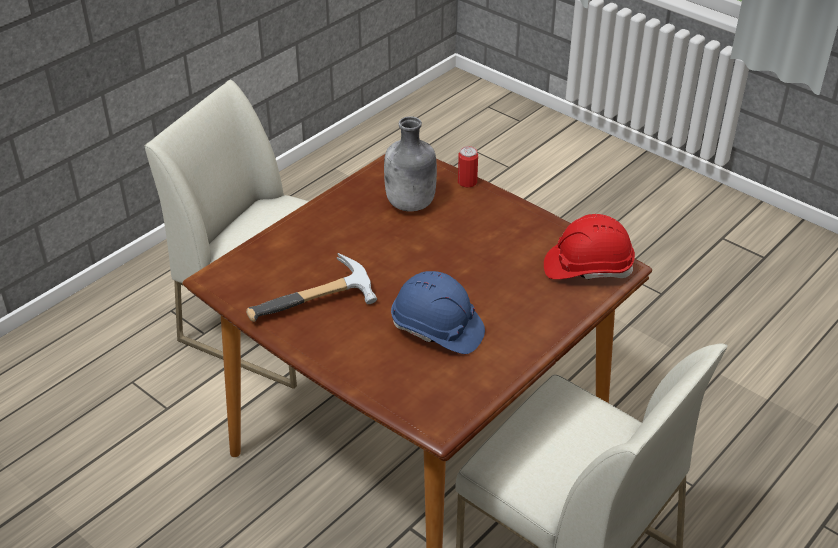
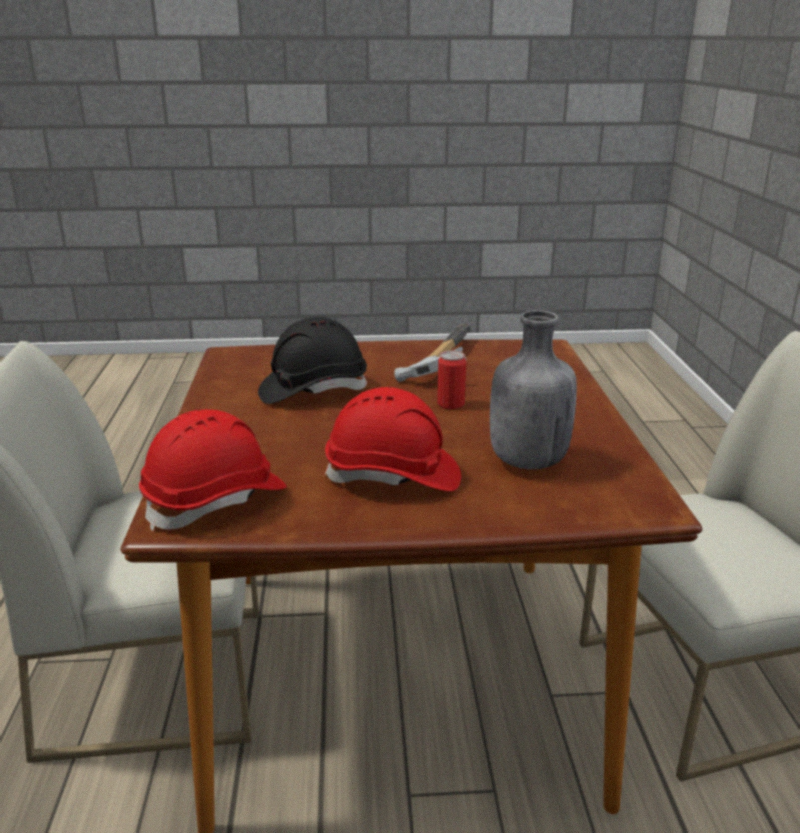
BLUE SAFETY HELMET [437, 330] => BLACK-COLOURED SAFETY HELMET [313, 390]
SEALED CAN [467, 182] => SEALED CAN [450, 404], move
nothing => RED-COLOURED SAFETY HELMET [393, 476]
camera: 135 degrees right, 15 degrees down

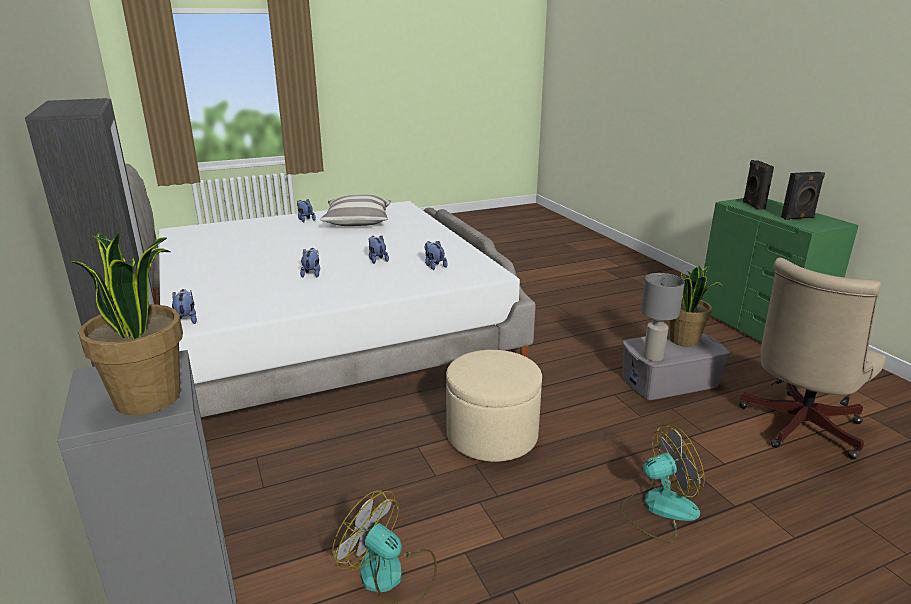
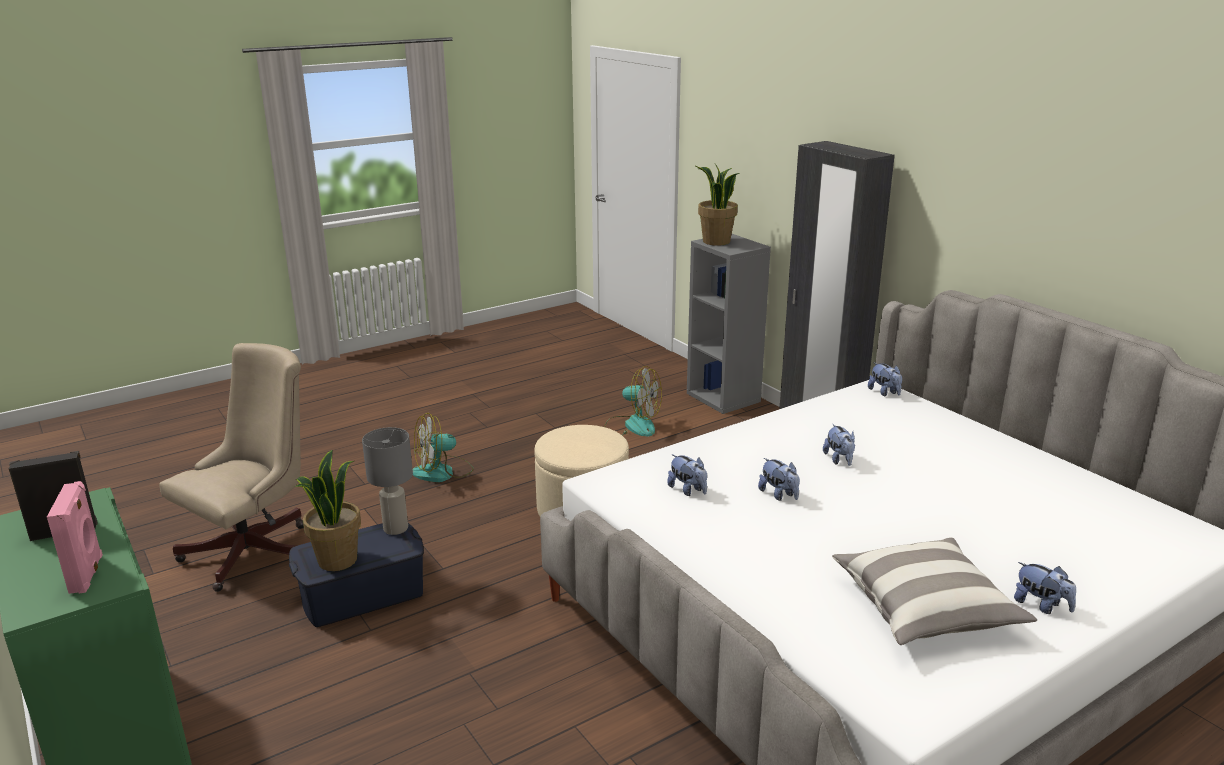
GREYISH STORAGE BIN [670, 382] => BLUE STORAGE BIN [362, 594]
BLACK-COLOURED LOUDSPEAKER [752, 205] => PINKISH LOUDSPEAKER [88, 574]
camera: 170 degrees right, 0 degrees up

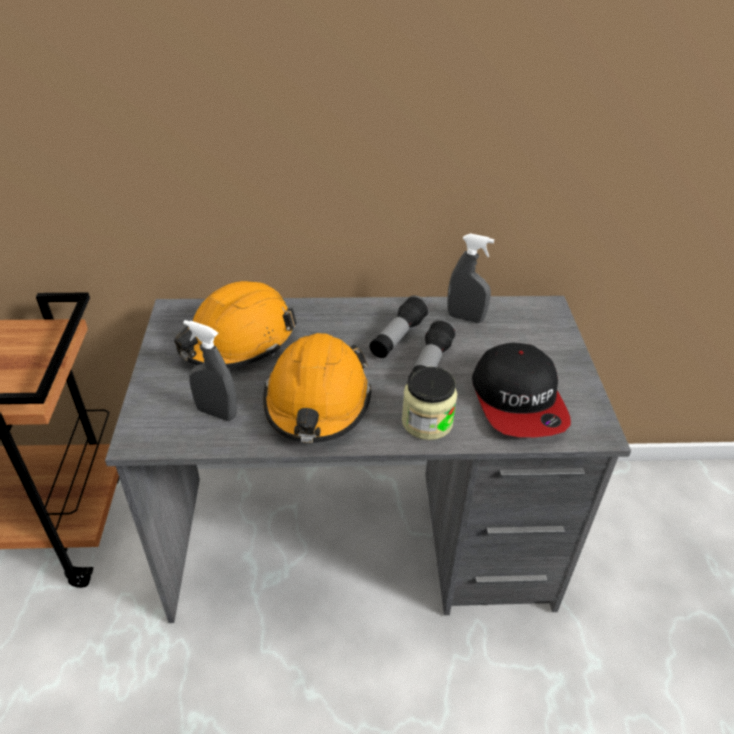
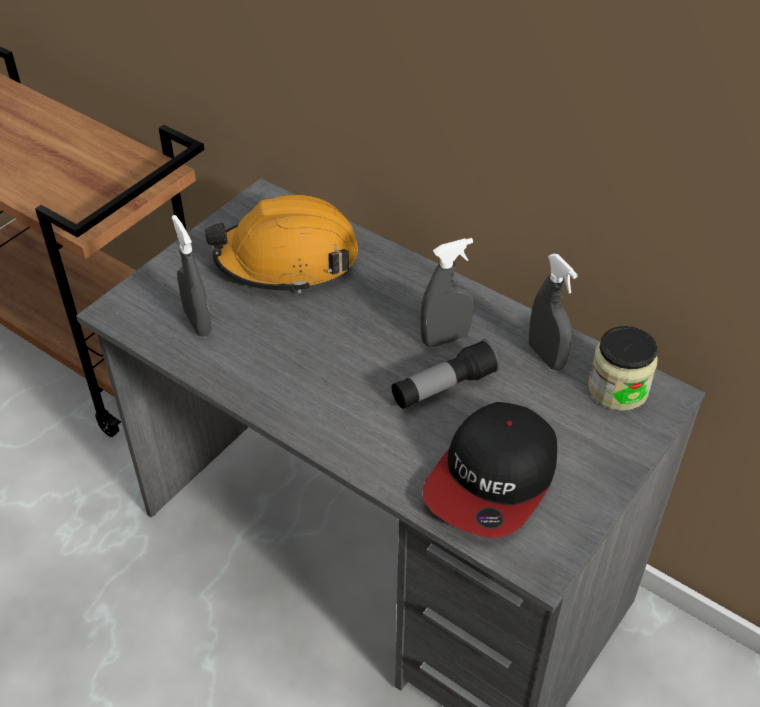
ORANGEY SAFETY HELMET [317, 402] => nothing
FLASHLIGHT [397, 337] => GREYISH SPRAYER [445, 339]
PRESERVE JAR [427, 422] => PRESERVE JAR [618, 389], move
camera: 40 degrees right, 5 degrees up

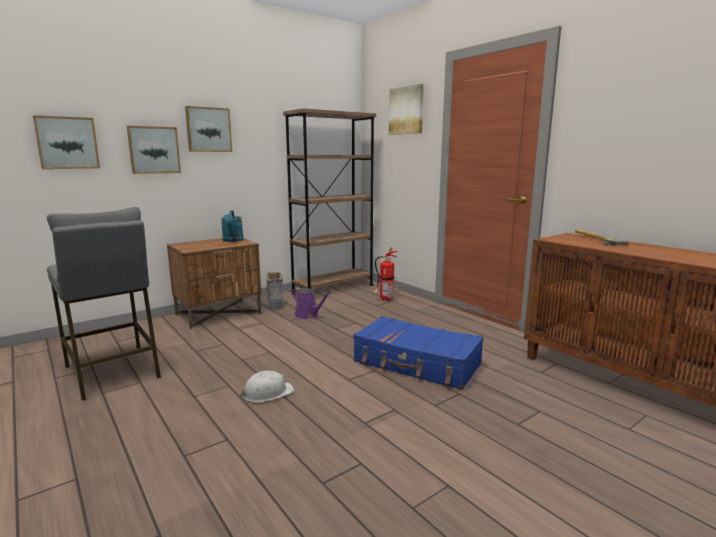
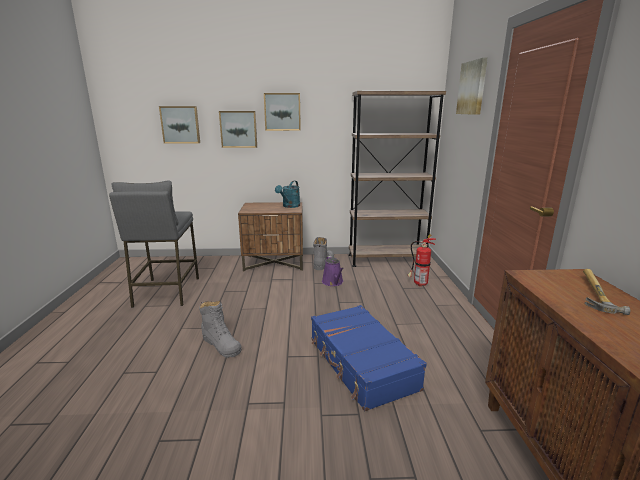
WHITE SAFETY HELMET [267, 393] => GREYISH HIGH-TOP BOOT [221, 344]
camera: 35 degrees right, 5 degrees up

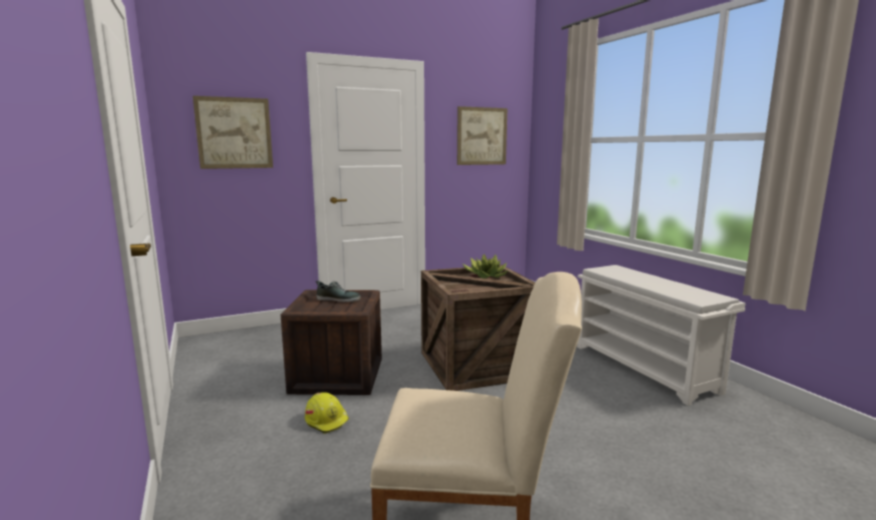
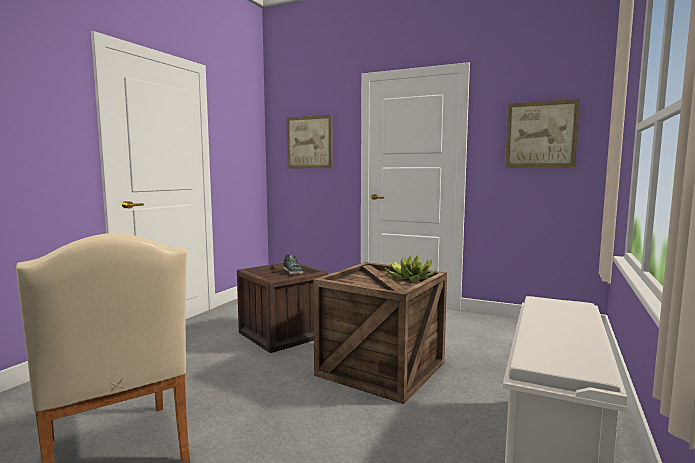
YELLOW SAFETY HELMET [327, 420] => nothing
camera: 50 degrees right, 5 degrees down

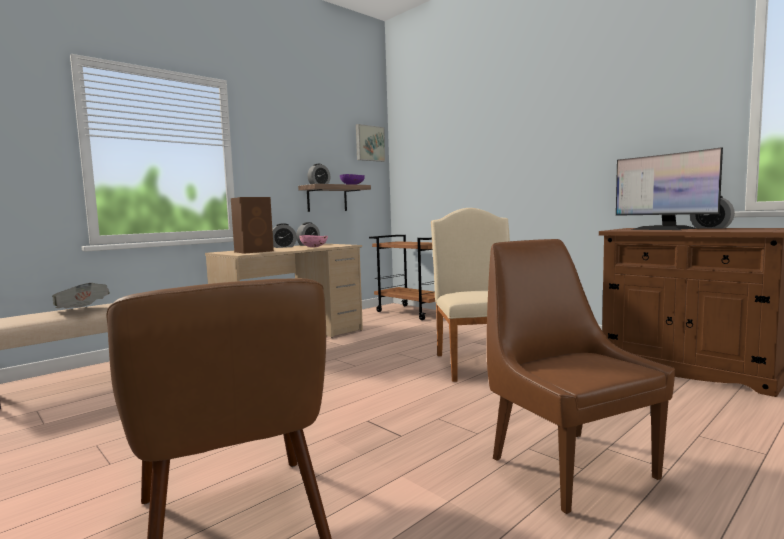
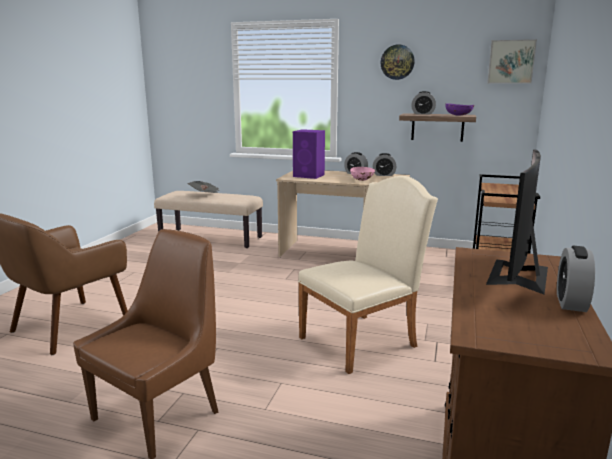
BROWN-COLOURED LOUDSPEAKER [254, 251] => PURPLISH LOUDSPEAKER [309, 176]
nothing => CLOCK ON THE WALL [397, 62]
camera: 60 degrees right, 10 degrees up

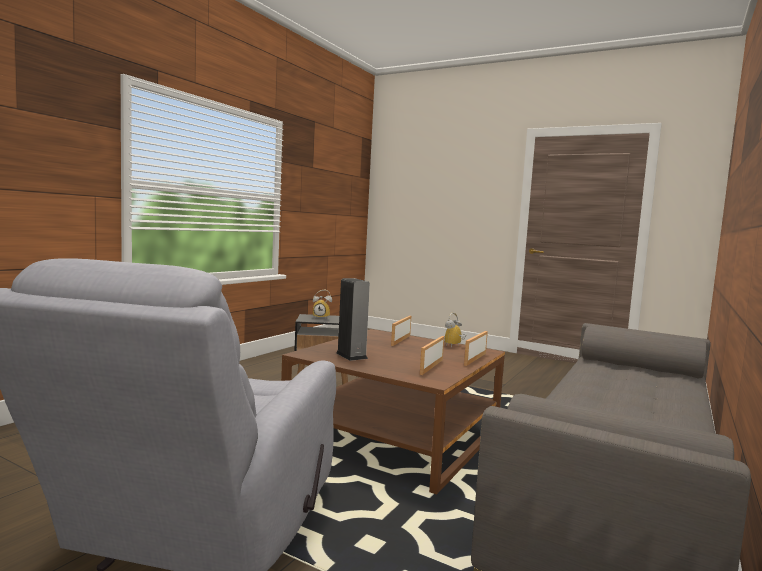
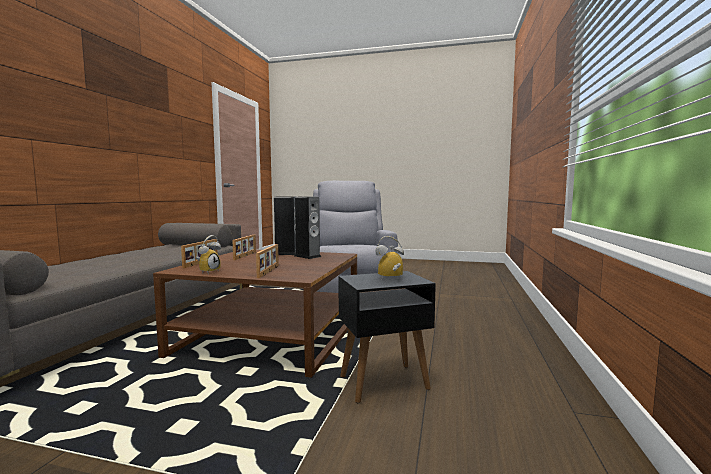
nothing => LOUDSPEAKER [286, 253]
camera: 165 degrees right, 0 degrees up

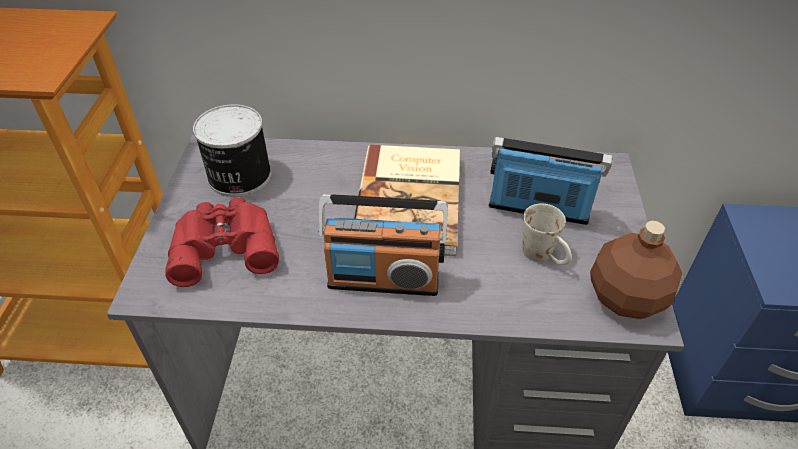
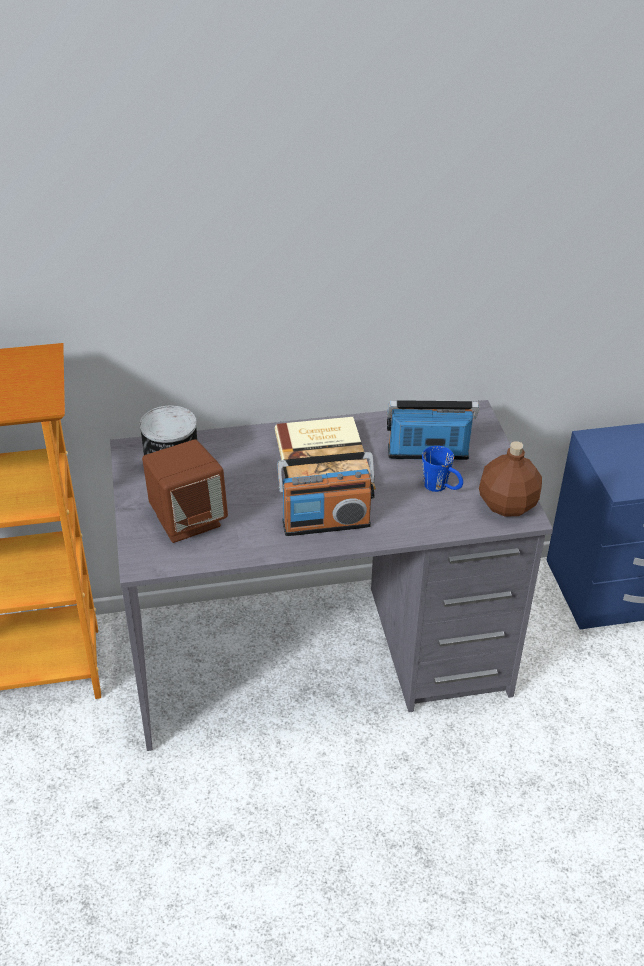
RED-COLOURED PAIR OF BINOCULARS [224, 244] => BROWN-COLOURED LOUDSPEAKER [188, 520]
WHITE MUG [544, 257] => BLUE MUG [441, 487]
camera: 15 degrees left, 5 degrees down

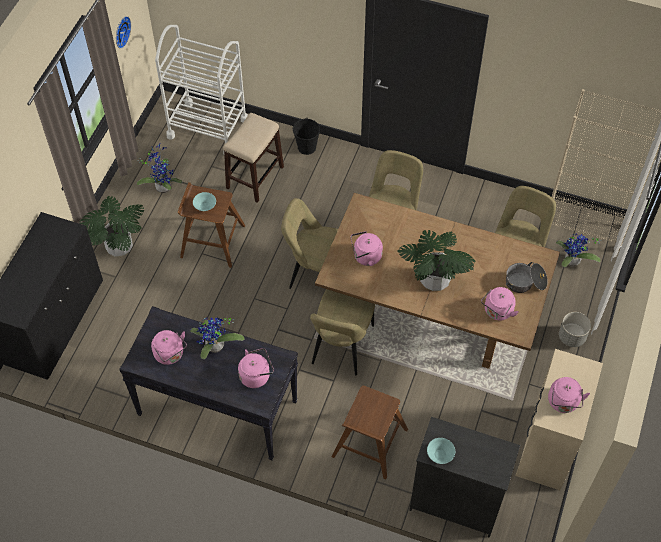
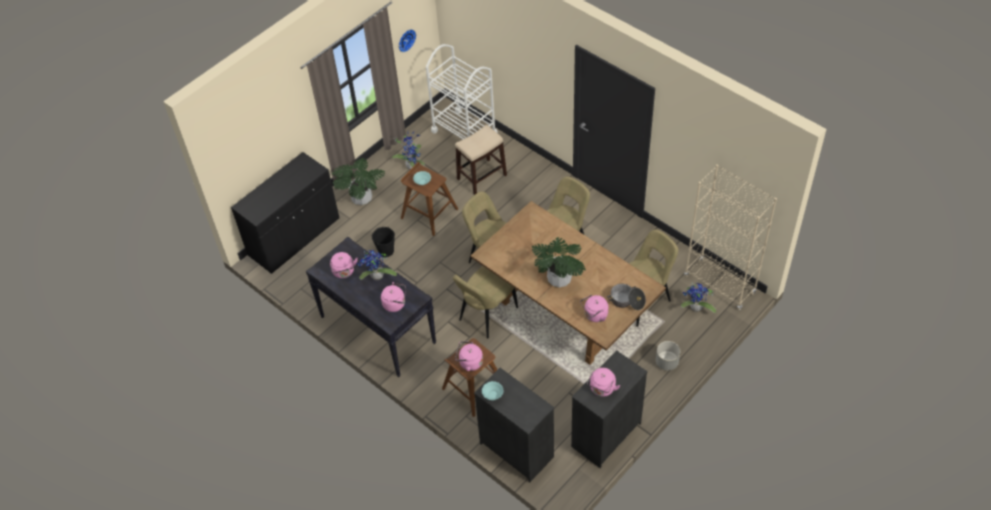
BLACK-COLOURED BUCKET [307, 147] => BLACK-COLOURED BUCKET [386, 251], move
PINKISH TEA KETTLE [365, 257] => PINKISH TEA KETTLE [469, 362], move
BEIGE CHEST OF DRAWERS [546, 447] => BLACK-COLOURED CHEST OF DRAWERS [605, 434]
camera: 25 degrees right, 5 degrees down

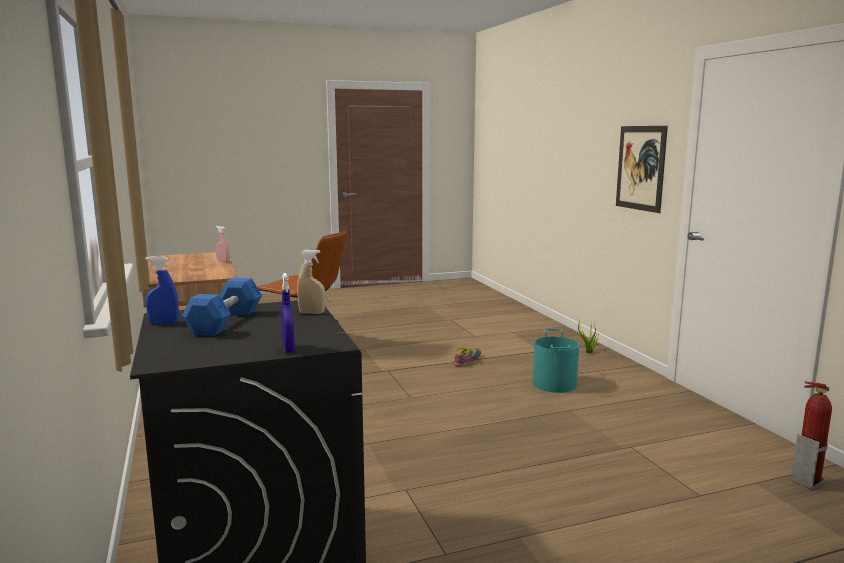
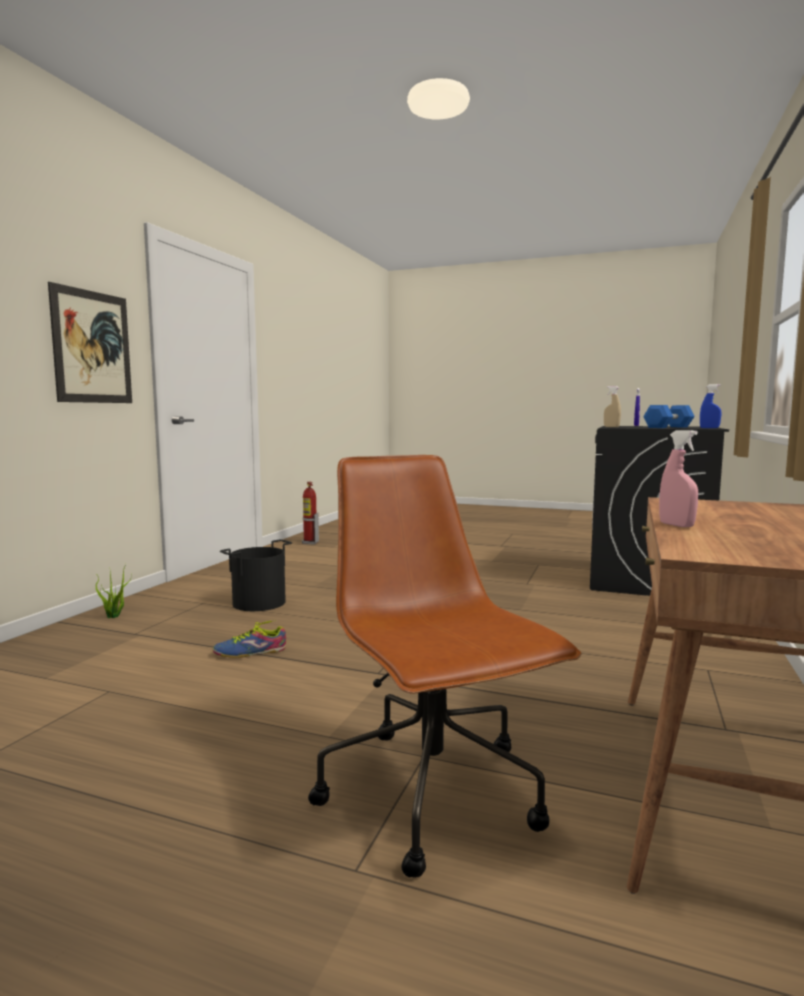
TURQUOISE-COLOURED BUCKET [555, 384] => BLACK-COLOURED BUCKET [258, 602]
camera: 140 degrees left, 5 degrees down

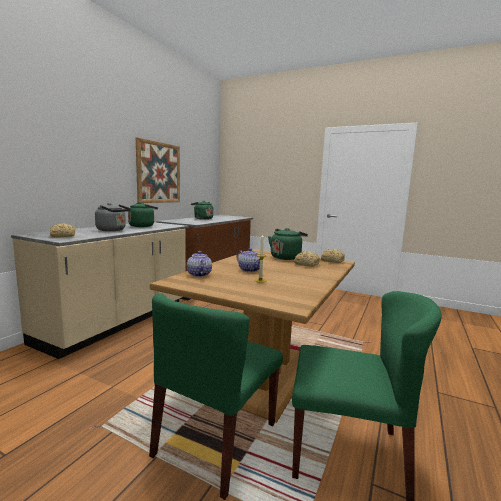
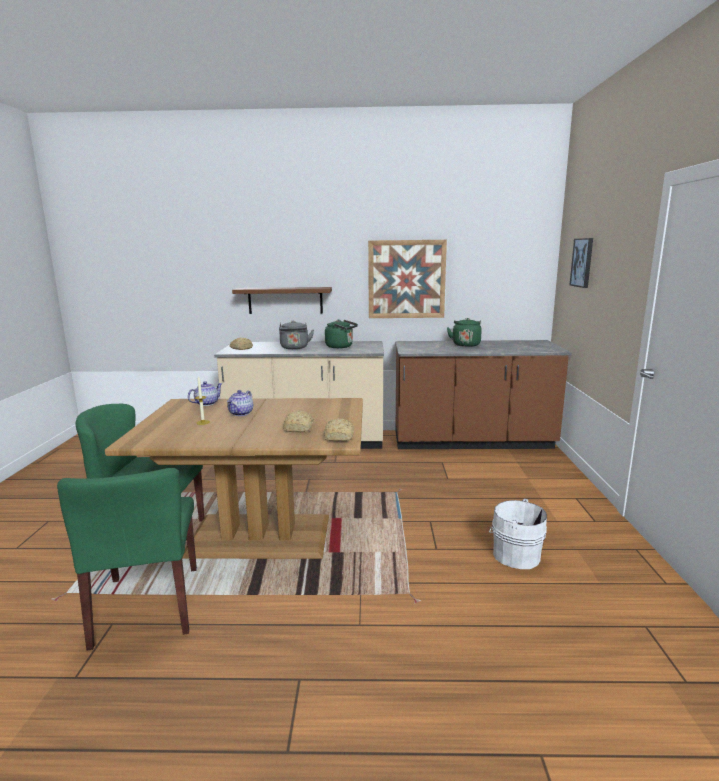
GREENISH TEA KETTLE [286, 257] => nothing
nothing => BROWN-COLOURED SHELF [285, 300]
nothing => WHITE BUCKET [514, 554]
nothing => WALL PICTURE [582, 262]
camera: 65 degrees right, 5 degrees up

